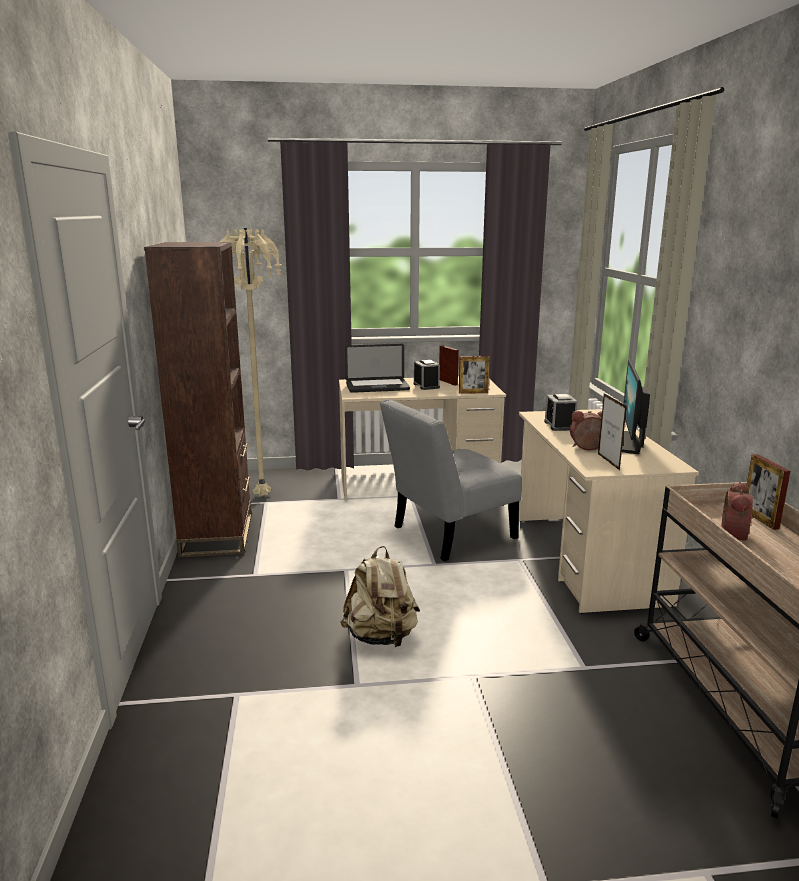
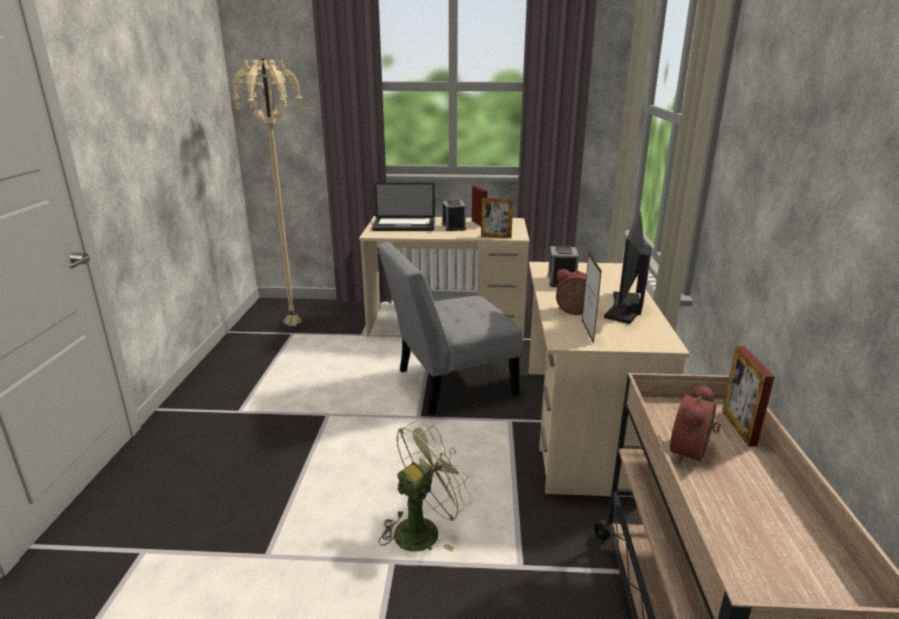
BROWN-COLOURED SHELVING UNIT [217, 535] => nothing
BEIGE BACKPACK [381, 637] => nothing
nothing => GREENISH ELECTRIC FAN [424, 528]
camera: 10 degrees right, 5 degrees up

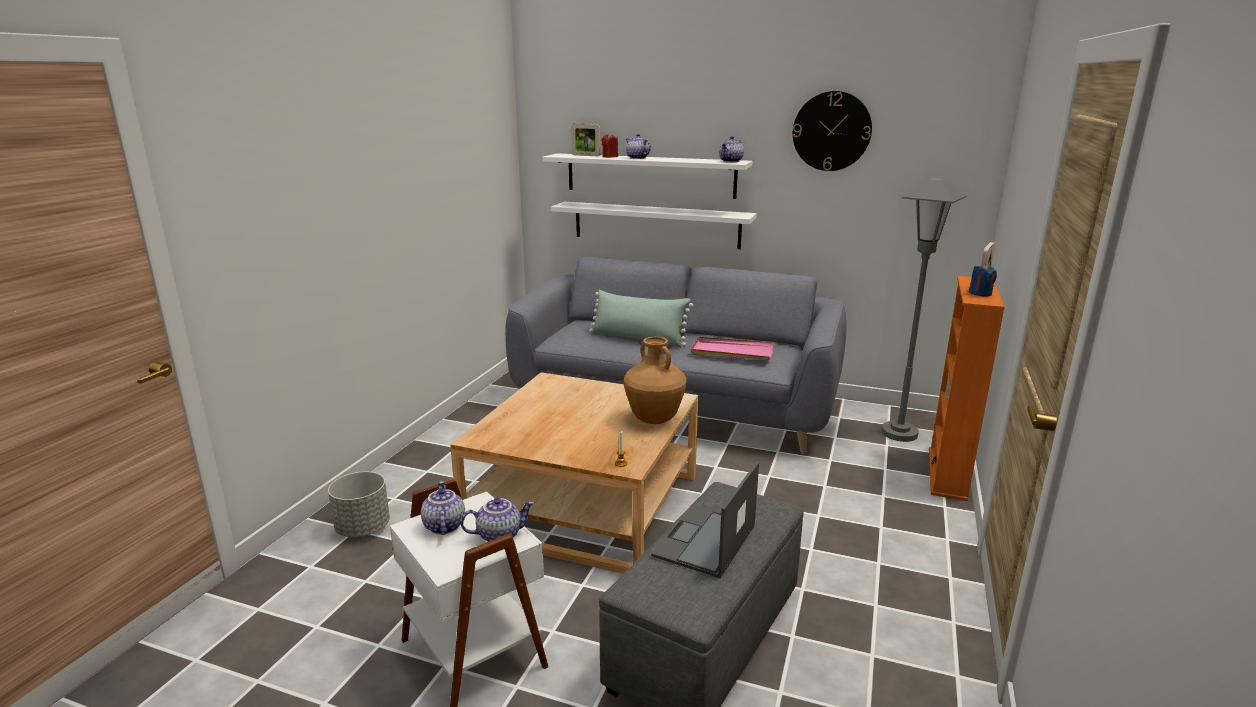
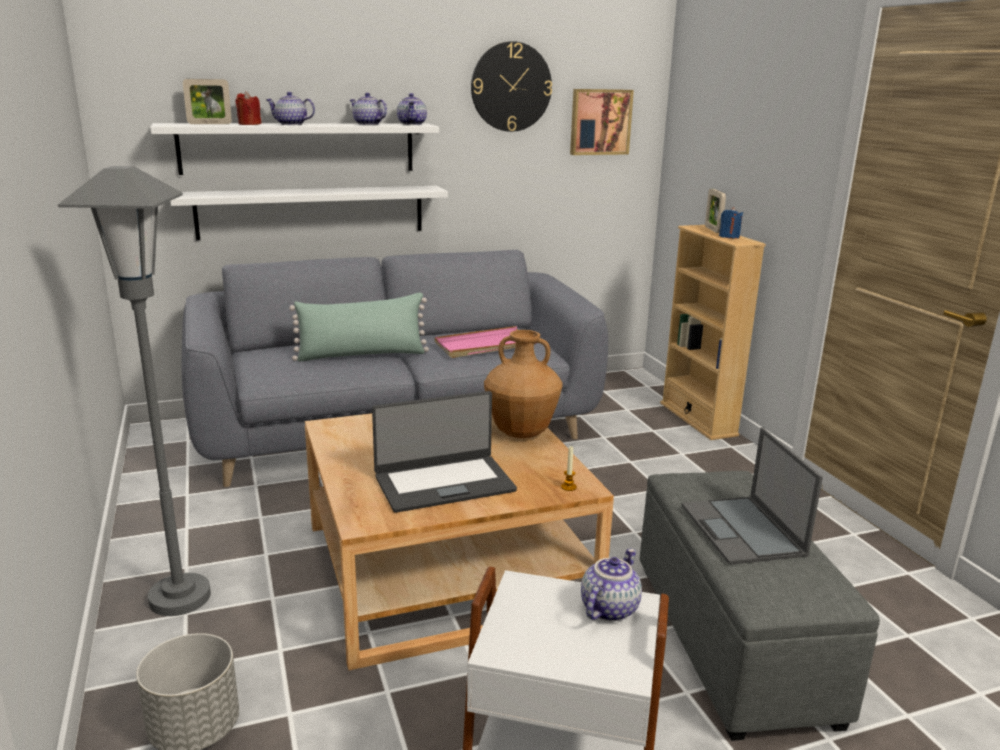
TEAPOT [443, 526] => TEAPOT [367, 124], move
GREYISH FLOOR LAMP [899, 433] => GREYISH FLOOR LAMP [180, 597], move
ORANGEY SHELVING UNIT [947, 473] => BEIGE SHELVING UNIT [698, 419]
nothing => NOTEBOOK COMPUTER [444, 483]
nothing => WALL PICTURE [600, 122]
camera: 40 degrees left, 0 degrees up

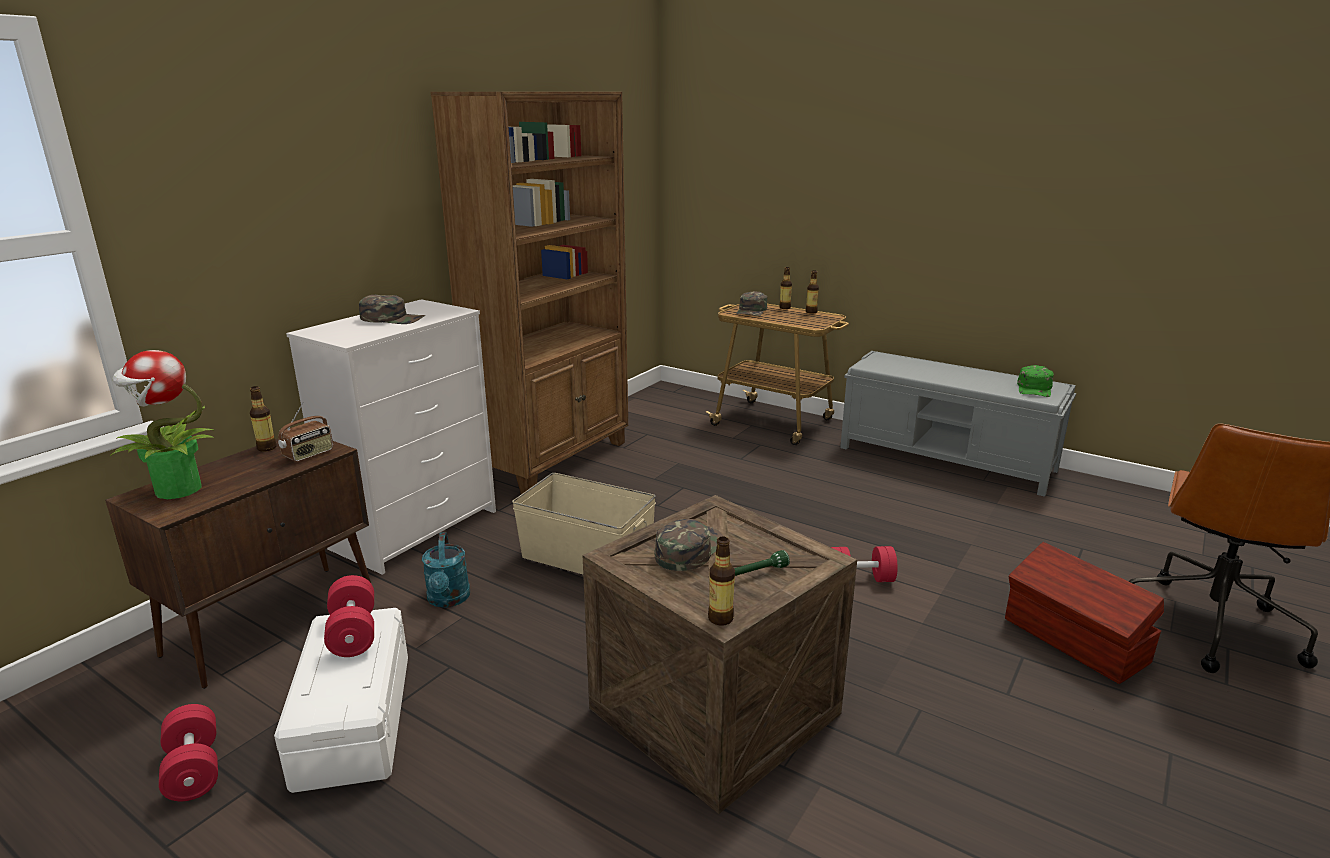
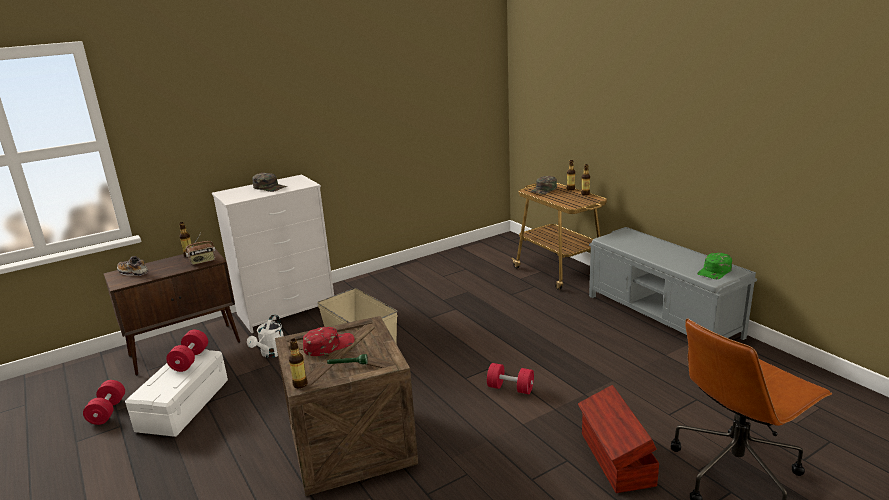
PLANT IN A POT [176, 490] => ITEM OF FOOTWEAR [133, 272]
TURQUOISE-COLOURED WATERING POT [448, 600] => WHITE WATERING POT [271, 353]
BROWN-COLOURED SHELVING UNIT [554, 459] => nothing
GREENISH CAP [688, 550] => RED-COLOURED CAP [329, 345]
camera: 25 degrees right, 0 degrees up

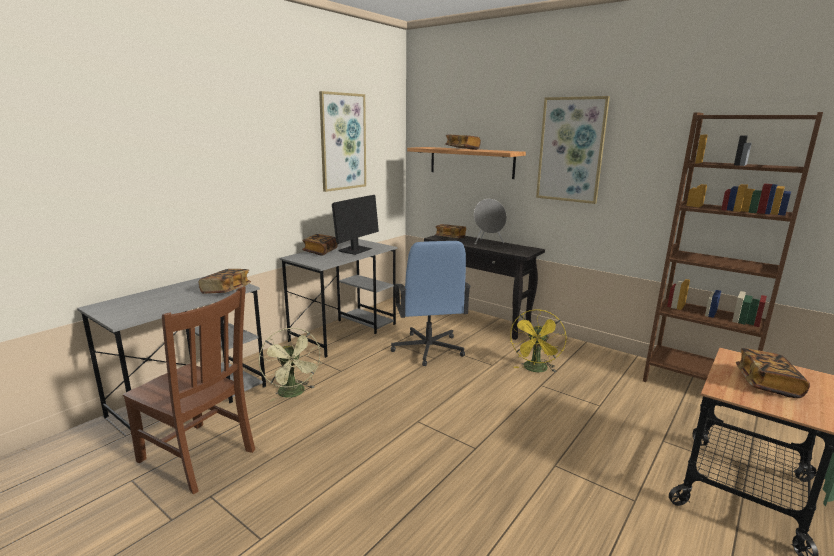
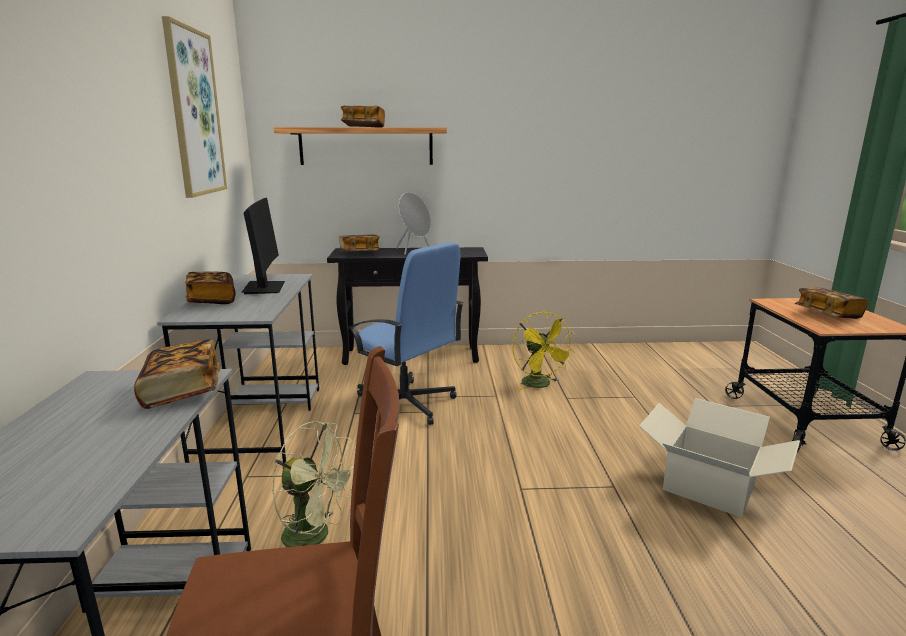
WALL PICTURE [571, 150] => nothing
BROWN-COLOURED SHELVING UNIT [696, 385] => nothing
nothing => CARTON [708, 486]
camera: 40 degrees left, 0 degrees up

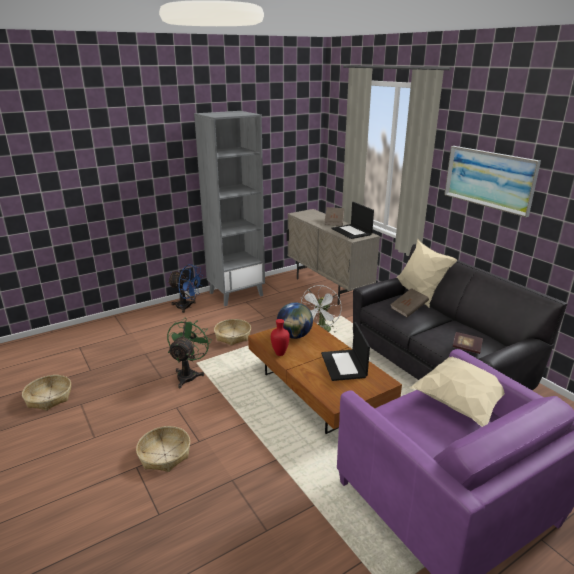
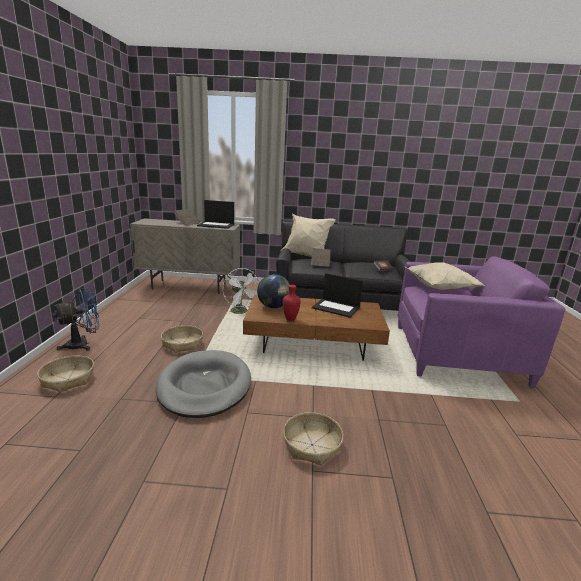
STORAGE BASKET [49, 397] => STORAGE BASKET [68, 379], move
GREENISH ELECTRIC FAN [189, 374] => GREYISH DOG CUSHION [204, 386]
GREYISH SHELVING UNIT [236, 294] => nothing
WALL PICTURE [489, 179] => nothing
camera: 55 degrees left, 5 degrees down

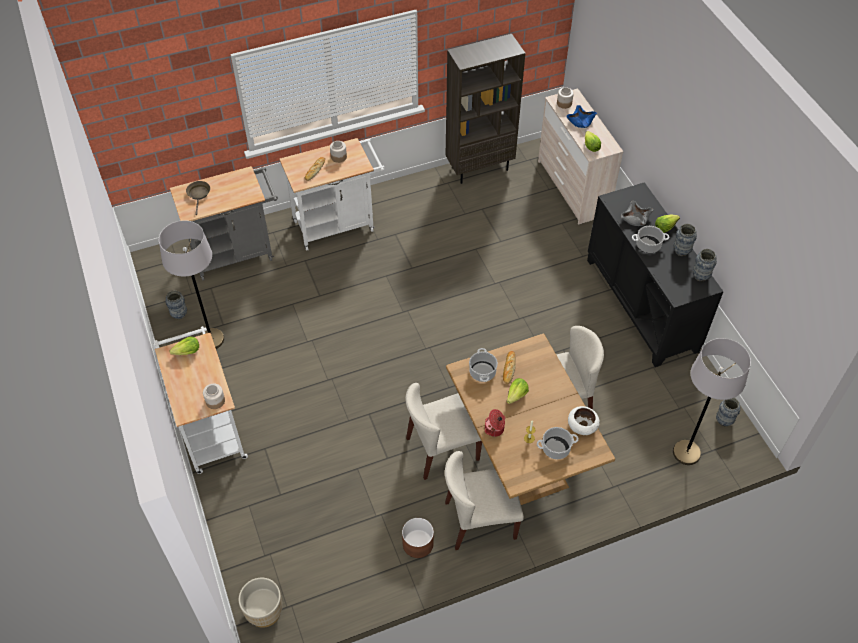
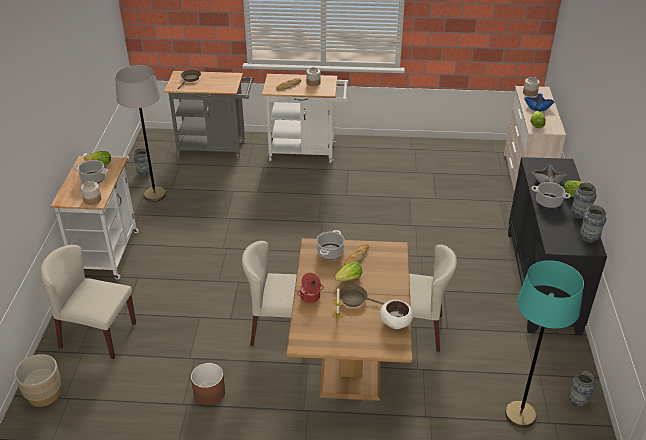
BROWN-COLOURED SHELVING UNIT [480, 168] => nothing
BEIGE PLAIN CHAIR [479, 521] => BEIGE PLAIN CHAIR [97, 335], move
COOKING POT [555, 448] => COOKING POT [93, 179], move
GREYISH FLOOR LAMP [686, 453] => TURQUOISE-COLOURED FLOOR LAMP [520, 415]
nothing => BROWN-COLOURED SKILLET [355, 299]
camera: 25 degrees right, 15 degrees down

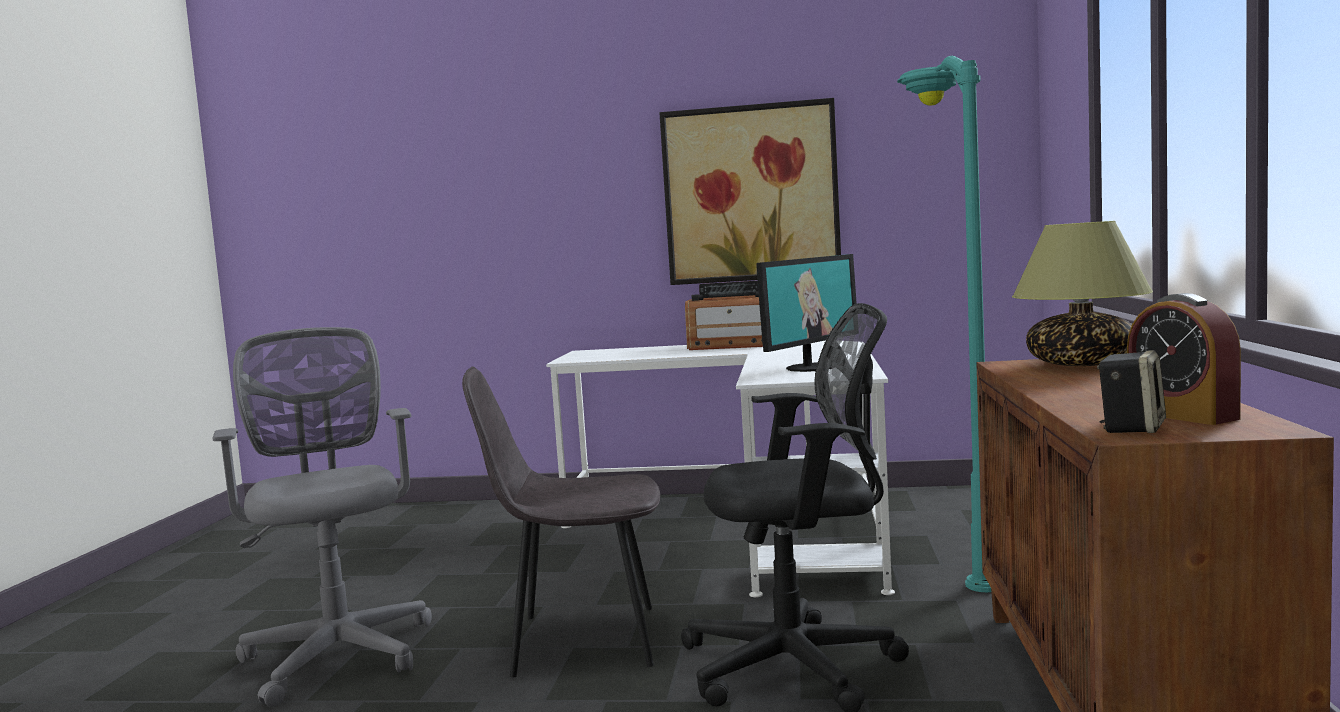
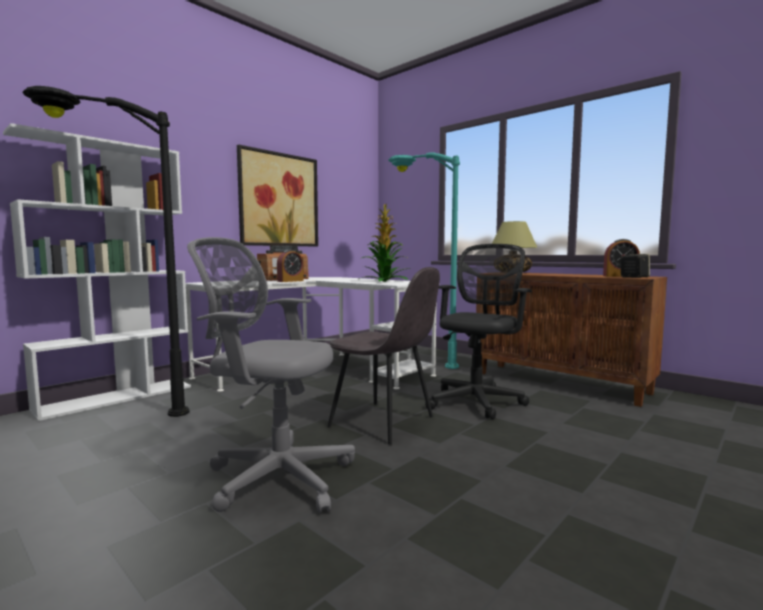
GREYISH PLAIN CHAIR [580, 641] => GREYISH PLAIN CHAIR [384, 422], 90 degrees counterclockwise
COMPUTER DISPLAY [810, 367] => PLANT IN A POT [385, 281]
nothing => WHITE SHELVING UNIT [117, 397]
nothing => BLACK-COLOURED FLOOR LAMP [108, 419]
nothing => TABLE CLOCK [290, 281]
camera: 55 degrees left, 0 degrees up

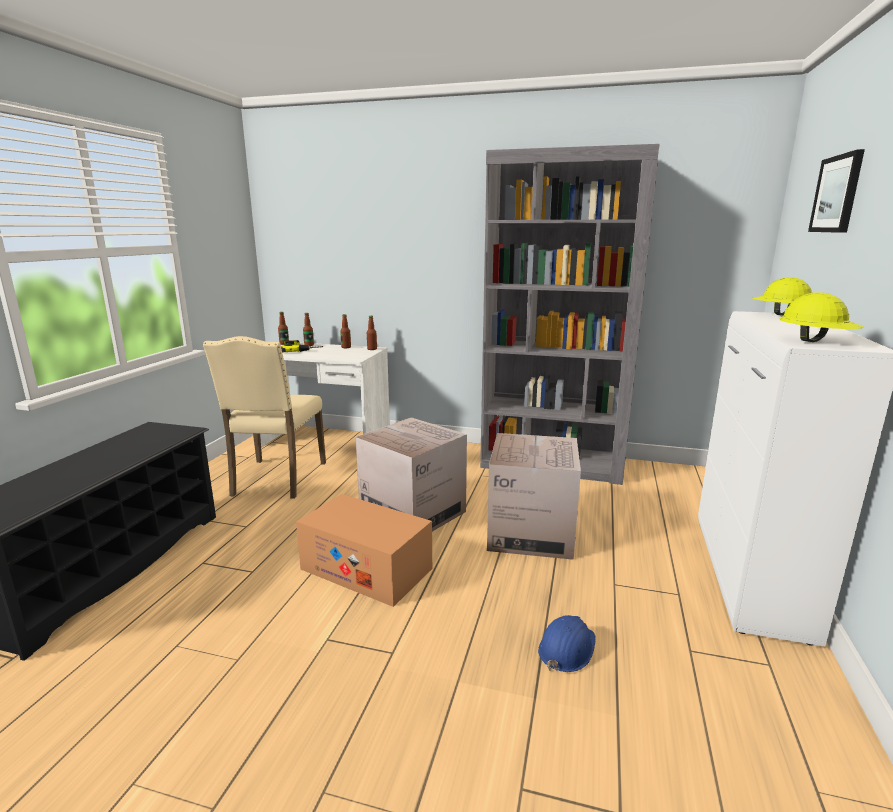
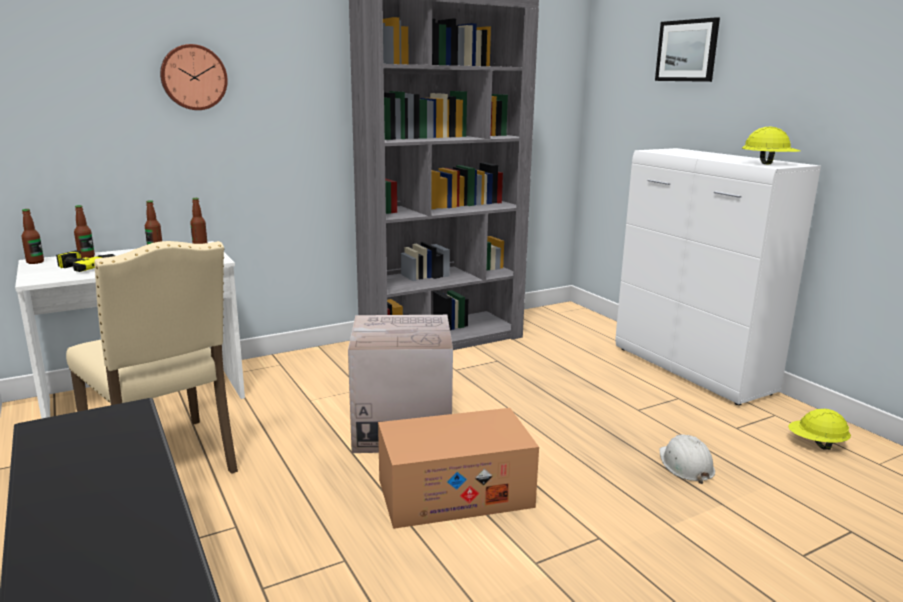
CARTON [531, 532] => nothing
BLUE SAFETY HELMET [566, 648] => WHITE SAFETY HELMET [685, 465]
YELLOW SAFETY HELMET [779, 314] => YELLOW SAFETY HELMET [816, 444], move
nothing => CLOCK ON THE WALL [193, 77]
camera: 45 degrees left, 0 degrees up

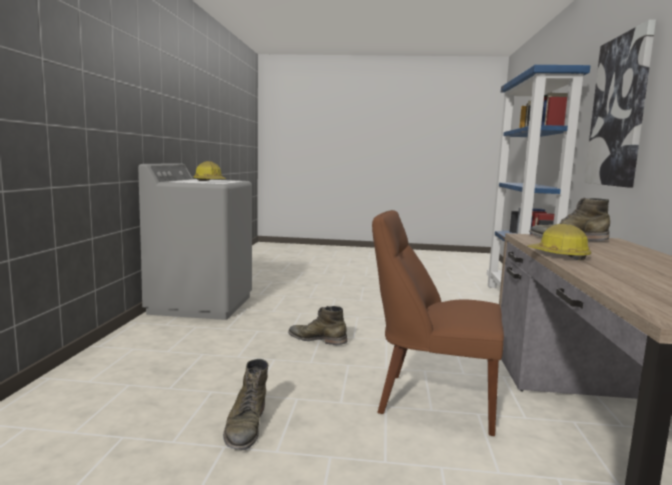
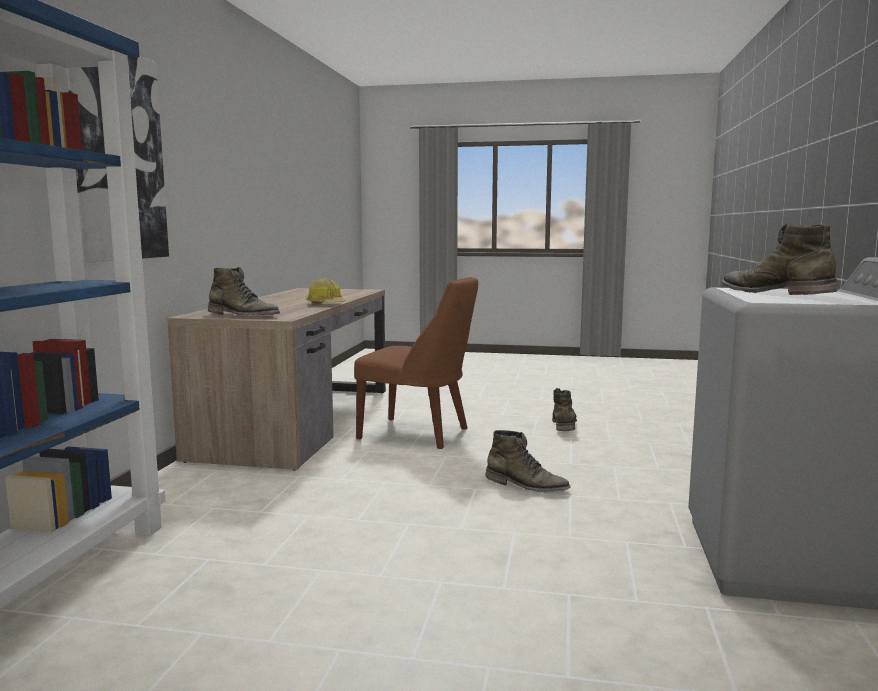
SAFETY HELMET [210, 181] => GREENISH HIGH-TOP BOOT [775, 292]
camera: 175 degrees left, 0 degrees up

